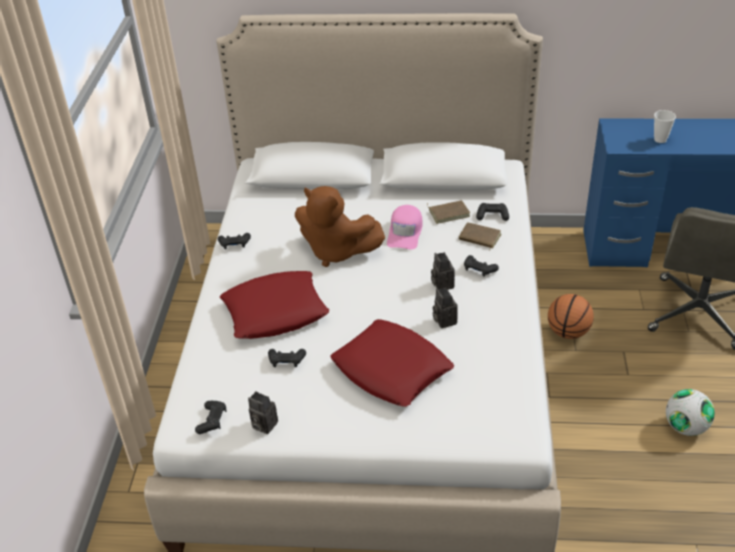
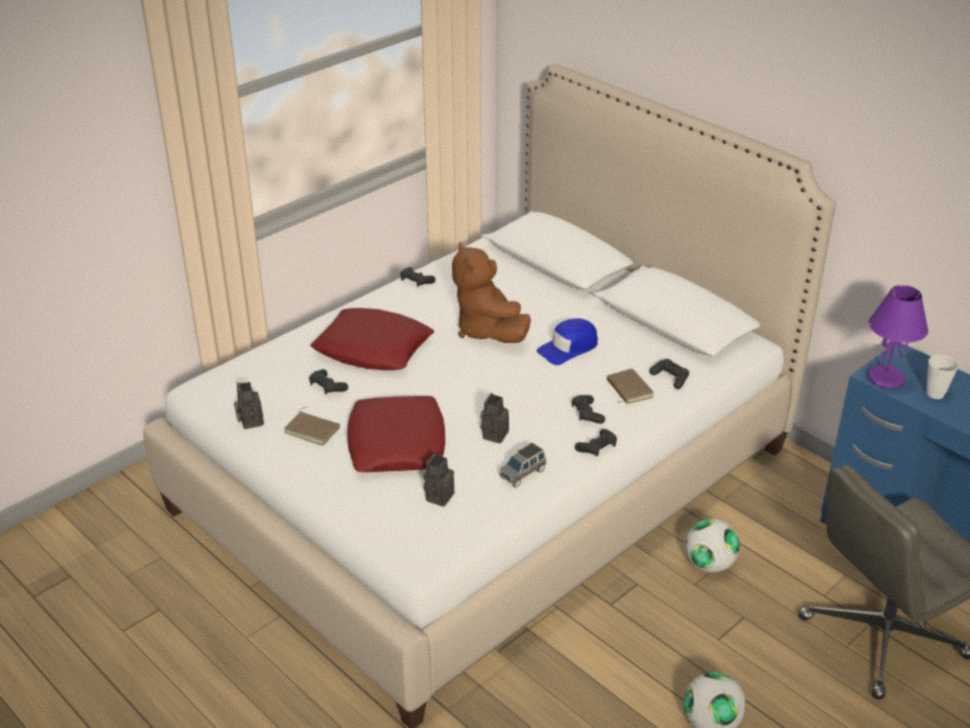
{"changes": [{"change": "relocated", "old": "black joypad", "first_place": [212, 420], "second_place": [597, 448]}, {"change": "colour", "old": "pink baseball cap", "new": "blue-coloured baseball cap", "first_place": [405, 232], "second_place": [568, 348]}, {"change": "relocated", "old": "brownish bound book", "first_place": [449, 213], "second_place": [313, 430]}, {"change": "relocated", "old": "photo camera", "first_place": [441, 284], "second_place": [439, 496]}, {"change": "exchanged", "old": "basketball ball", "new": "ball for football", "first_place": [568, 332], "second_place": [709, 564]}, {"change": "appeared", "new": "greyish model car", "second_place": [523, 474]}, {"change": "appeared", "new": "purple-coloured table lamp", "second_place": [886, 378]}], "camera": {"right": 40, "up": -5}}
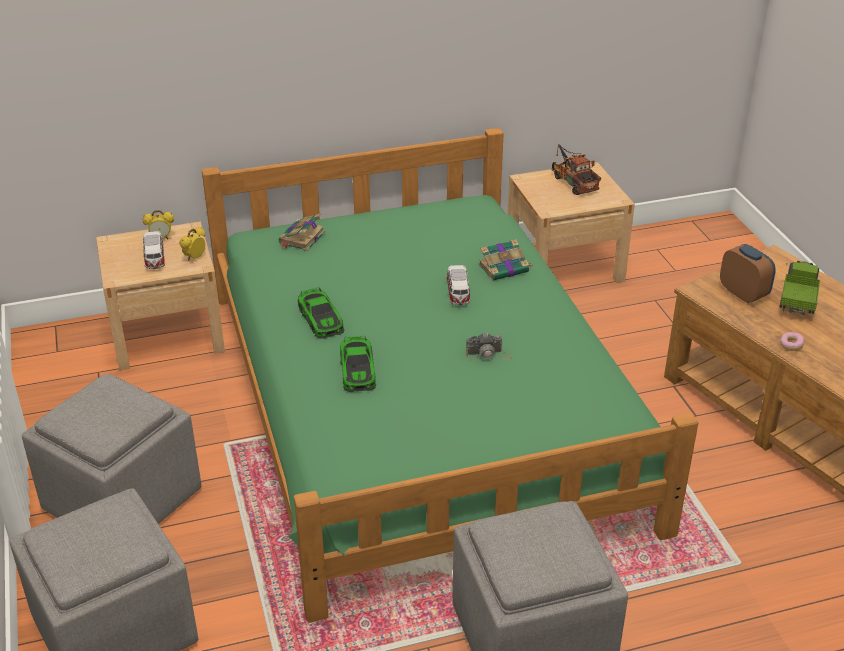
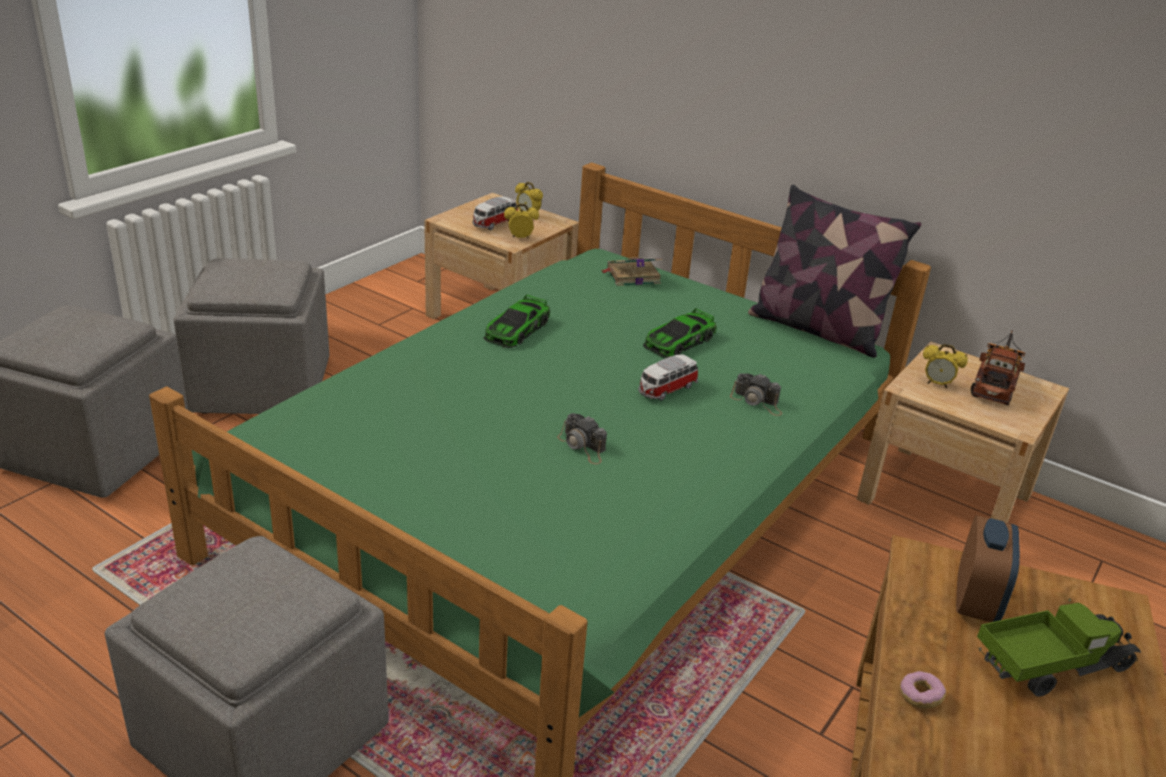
{"changes": [{"change": "relocated", "old": "model car", "first_place": [357, 370], "second_place": [679, 341]}, {"change": "exchanged", "old": "bound book", "new": "photo camera", "first_place": [504, 268], "second_place": [757, 402]}, {"change": "appeared", "new": "cushion", "second_place": [817, 329]}, {"change": "appeared", "new": "bedside clock", "second_place": [937, 384]}], "camera": {"right": 50, "up": -5}}
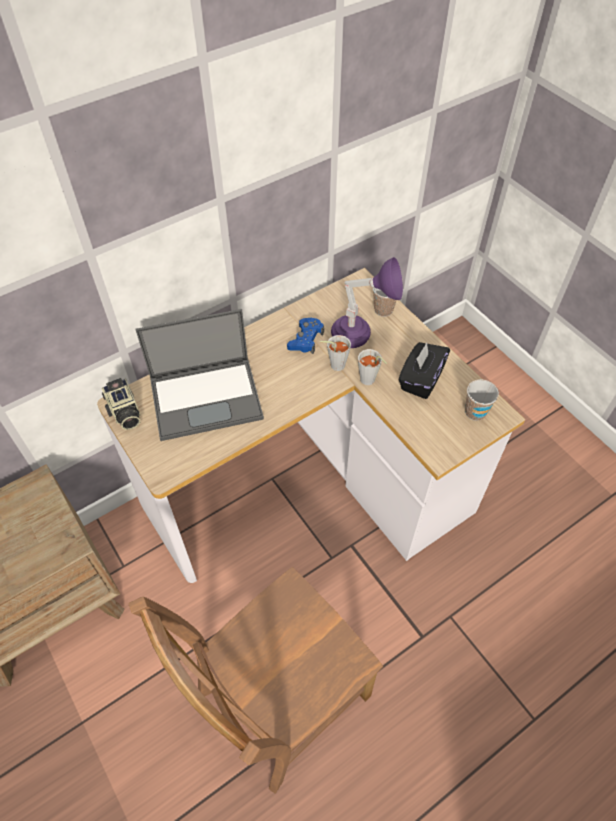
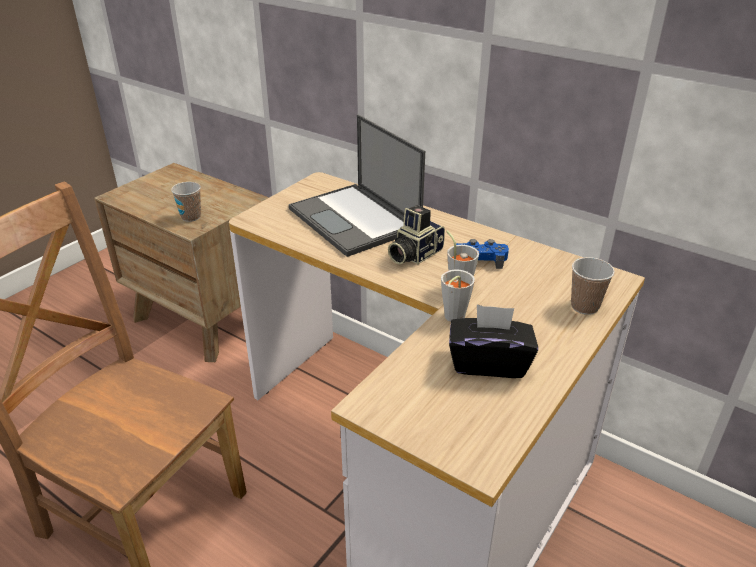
{"changes": [{"change": "relocated", "old": "photo camera", "first_place": [124, 413], "second_place": [413, 254]}, {"change": "missing", "old": "purple-coloured table lamp", "first_place": [361, 338]}, {"change": "relocated", "old": "drinking cup", "first_place": [475, 412], "second_place": [191, 217]}], "camera": {"right": 70, "up": -20}}
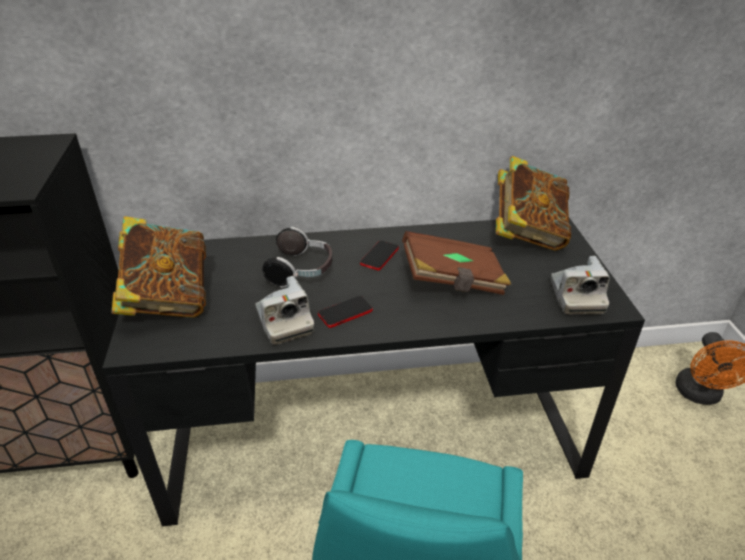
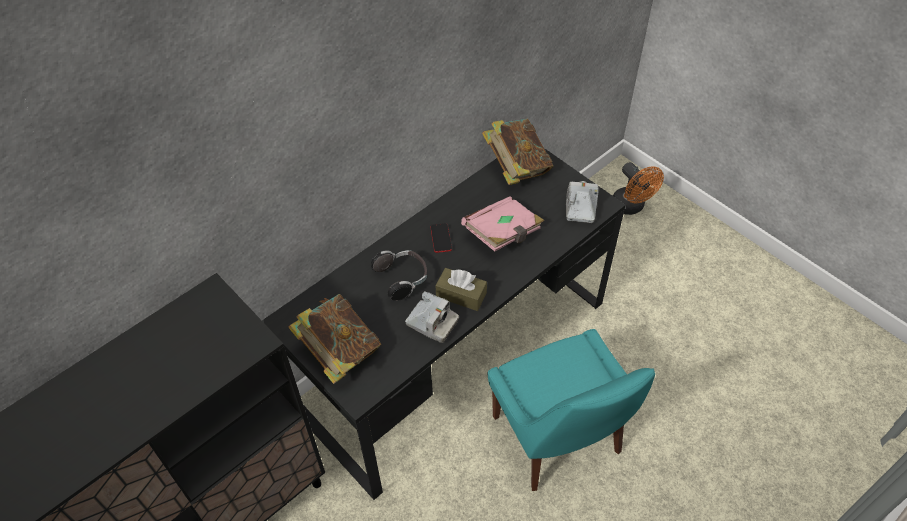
{"changes": [{"change": "exchanged", "old": "telephone", "new": "brownish tissue box", "first_place": [345, 312], "second_place": [461, 295]}, {"change": "colour", "old": "brownish bound book", "new": "pink bound book", "first_place": [453, 281], "second_place": [503, 233]}, {"change": "spun", "old": "photo camera", "first_place": [576, 297], "second_place": [580, 207], "degrees": -135}], "camera": {"right": -35, "up": 15}}
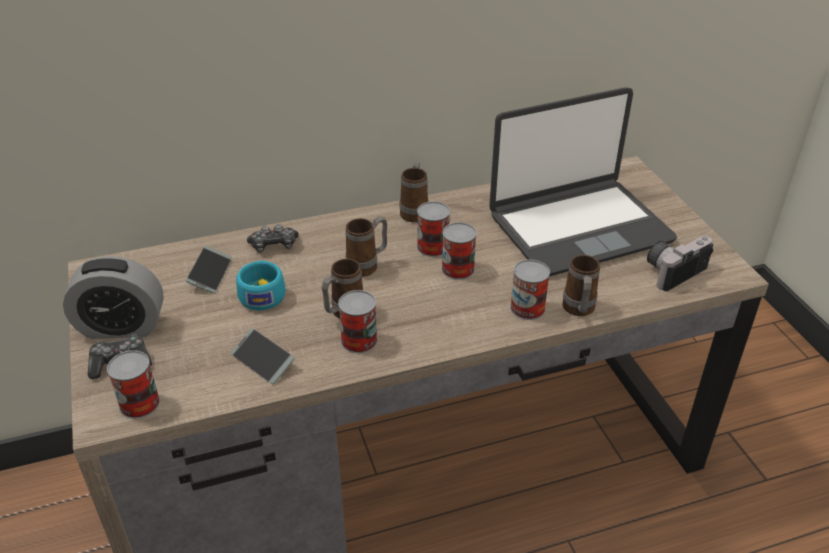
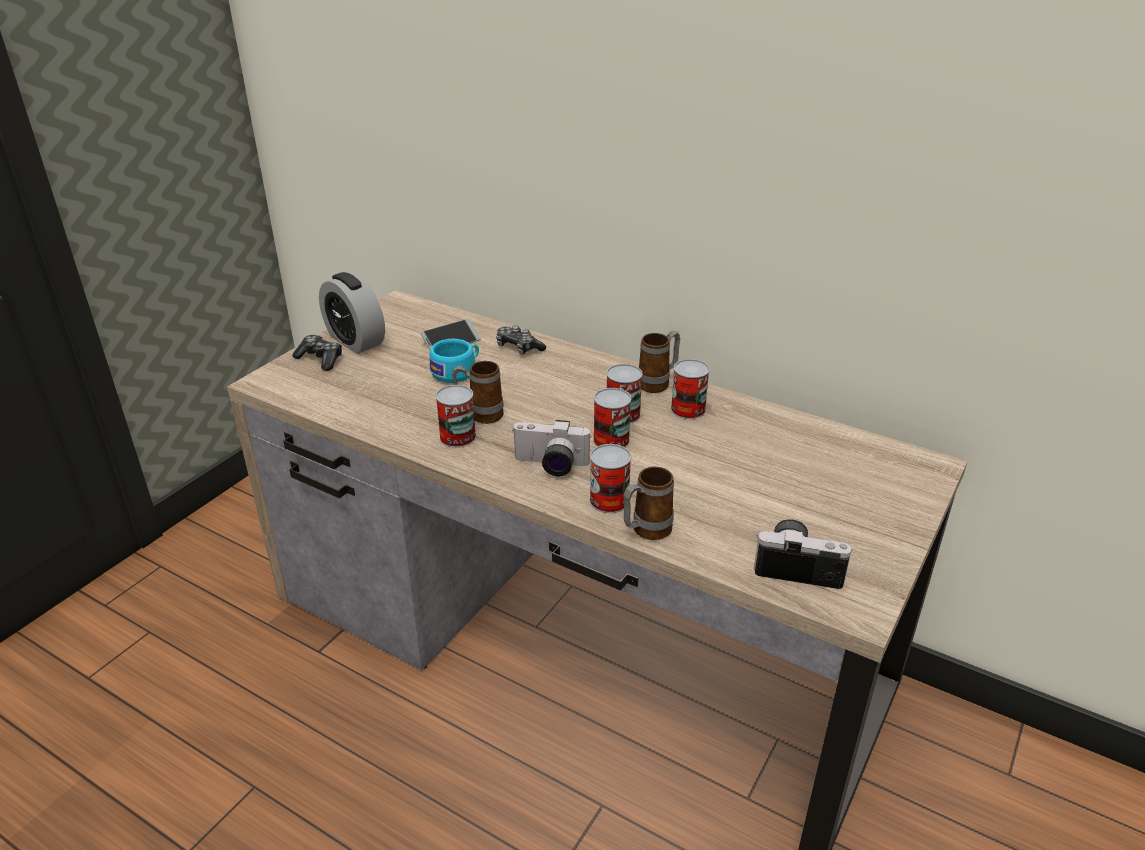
{"changes": [{"change": "relocated", "old": "sealed can", "first_place": [139, 403], "second_place": [688, 409]}, {"change": "missing", "old": "telephone", "first_place": [263, 361]}, {"change": "missing", "old": "tea mug", "first_place": [368, 265]}, {"change": "missing", "old": "notebook computer", "first_place": [578, 227]}, {"change": "appeared", "new": "photo camera", "second_place": [550, 466]}], "camera": {"right": 50, "up": -5}}
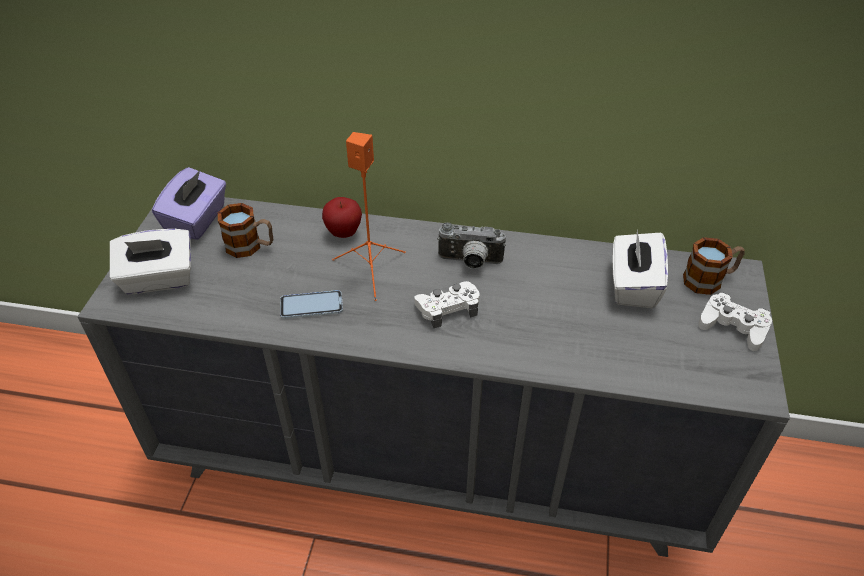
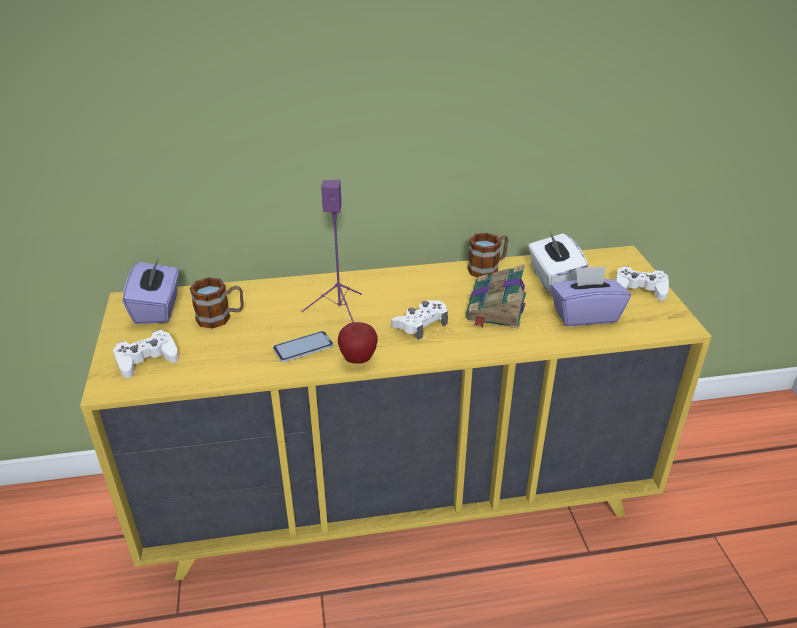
{"changes": [{"change": "colour", "old": "greyish drawer chest", "new": "yellow-coloured drawer chest", "first_place": [433, 457], "second_place": [399, 496]}, {"change": "exchanged", "old": "white tissue box", "new": "white joypad", "first_place": [159, 279], "second_place": [147, 359]}, {"change": "relocated", "old": "apple", "first_place": [344, 233], "second_place": [358, 359]}, {"change": "colour", "old": "orange loudspeaker", "new": "purple-coloured loudspeaker", "first_place": [371, 269], "second_place": [340, 311]}, {"change": "missing", "old": "photo camera", "first_place": [470, 262]}, {"change": "relocated", "old": "tea mug", "first_place": [709, 280], "second_place": [488, 268]}, {"change": "appeared", "new": "bound book", "second_place": [496, 308]}, {"change": "appeared", "new": "purple-coloured tissue box", "second_place": [585, 315]}], "camera": {"right": -20, "up": -10}}
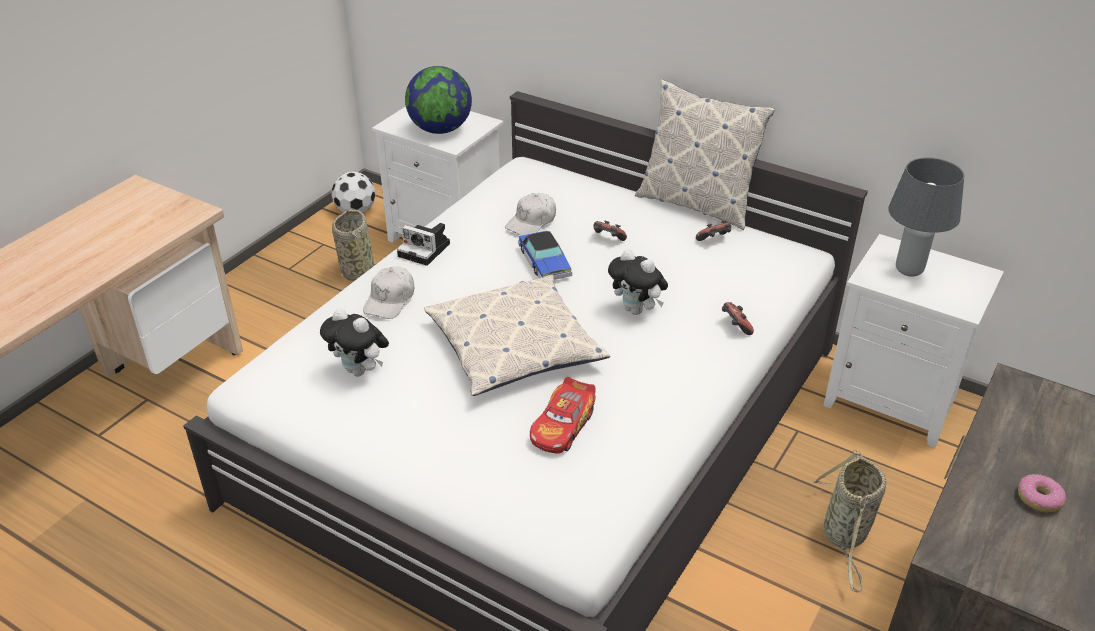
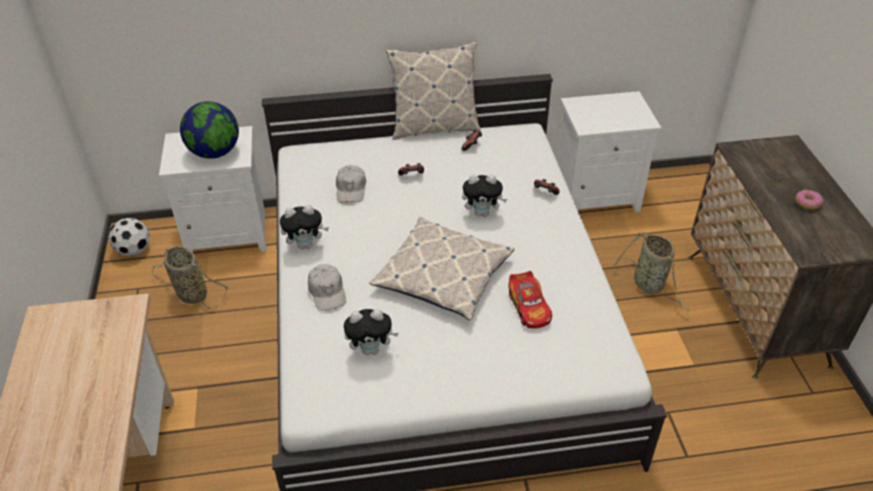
{"changes": [{"change": "exchanged", "old": "photo camera", "new": "soft toy", "first_place": [426, 250], "second_place": [306, 245]}, {"change": "missing", "old": "model car", "first_place": [544, 262]}, {"change": "missing", "old": "greyish table lamp", "first_place": [910, 270]}], "camera": {"right": -40, "up": 5}}
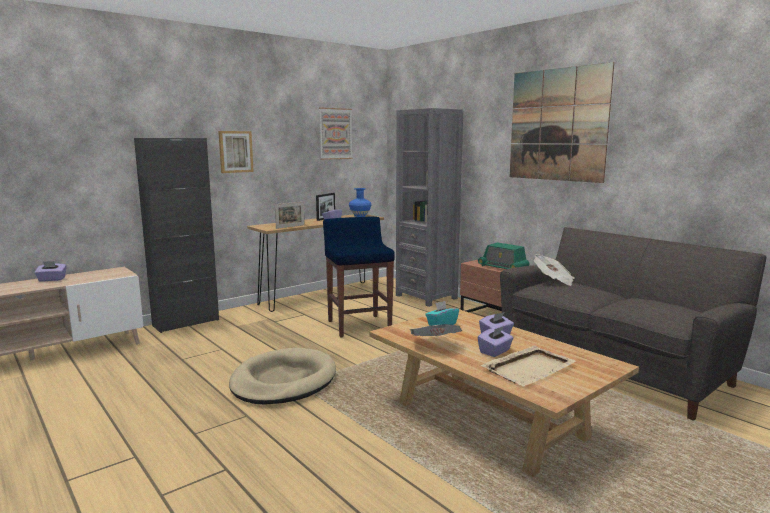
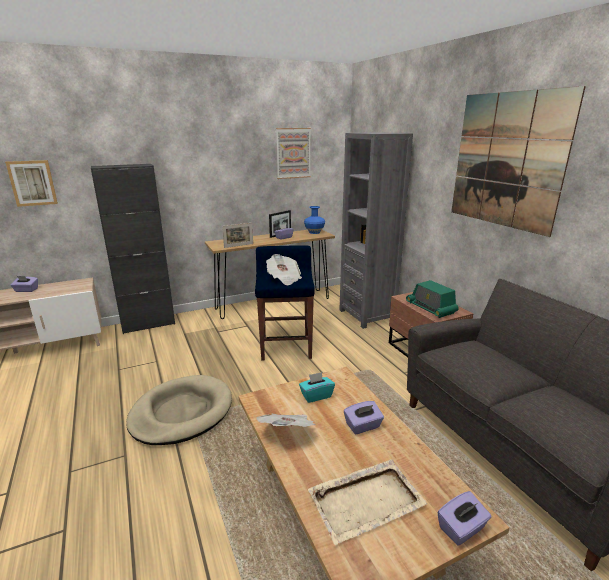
{"changes": [{"change": "relocated", "old": "wall picture", "first_place": [235, 151], "second_place": [32, 183]}, {"change": "relocated", "old": "purple-coloured tissue box", "first_place": [495, 351], "second_place": [461, 529]}, {"change": "relocated", "old": "newspaper", "first_place": [553, 281], "second_place": [284, 279]}], "camera": {"right": 15, "up": 10}}
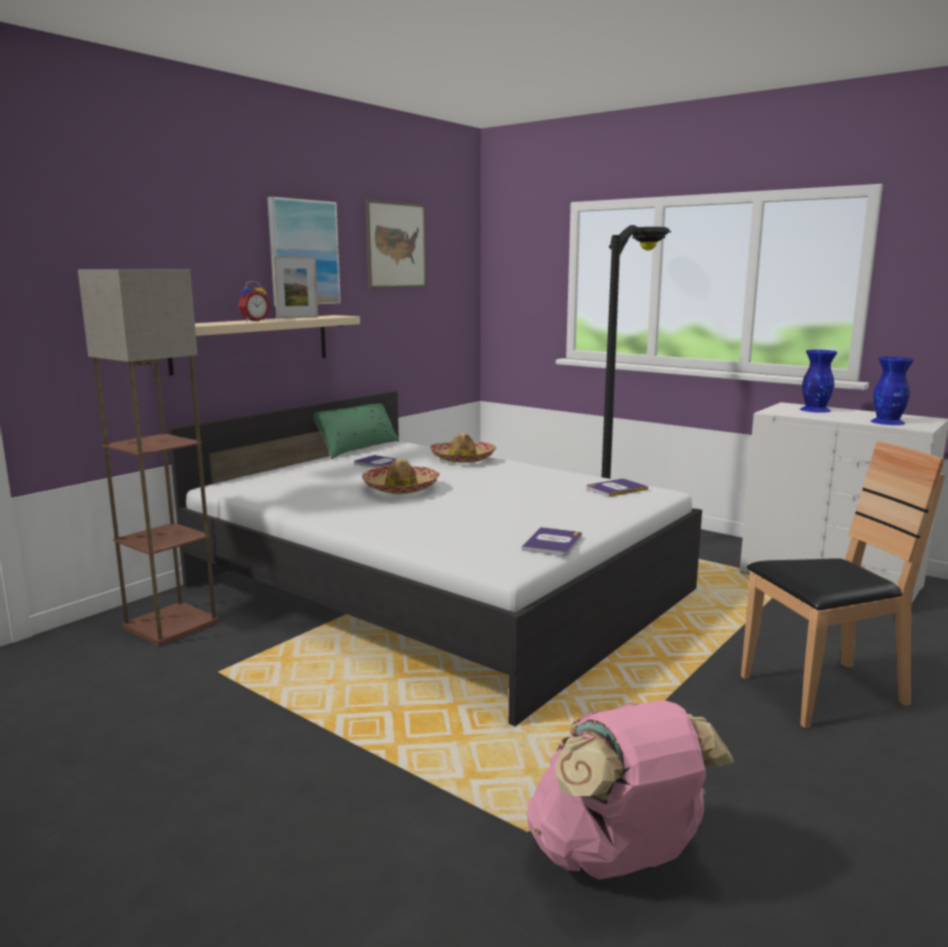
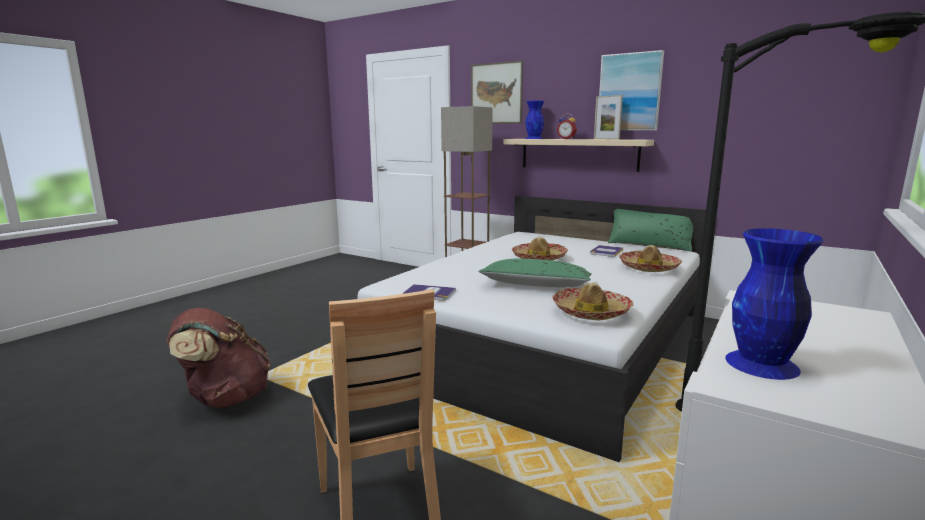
{"changes": [{"change": "relocated", "old": "wall picture", "first_place": [396, 245], "second_place": [496, 93]}, {"change": "colour", "old": "pink rucksack", "new": "brownish rucksack", "first_place": [618, 859], "second_place": [225, 398]}, {"change": "exchanged", "old": "bound book", "new": "wearable hat", "first_place": [616, 489], "second_place": [591, 312]}, {"change": "relocated", "old": "blue-coloured flower vase", "first_place": [815, 409], "second_place": [534, 138]}, {"change": "appeared", "new": "green cushion", "second_place": [535, 285]}], "camera": {"right": 85, "up": 0}}
